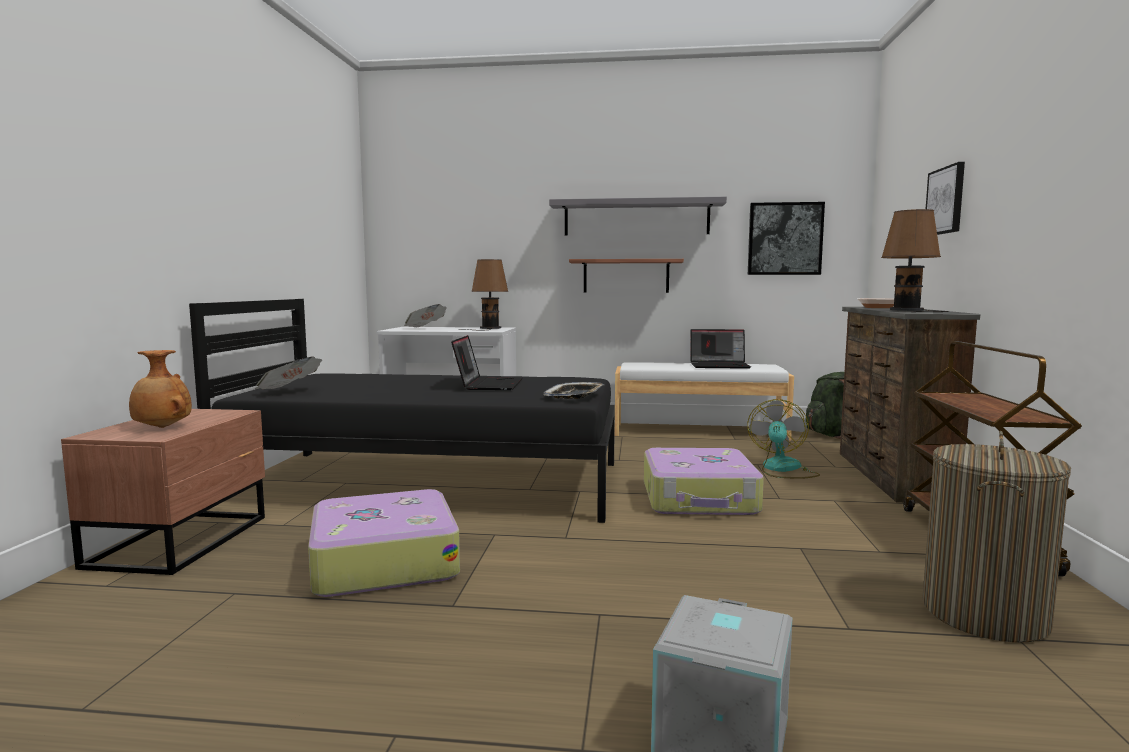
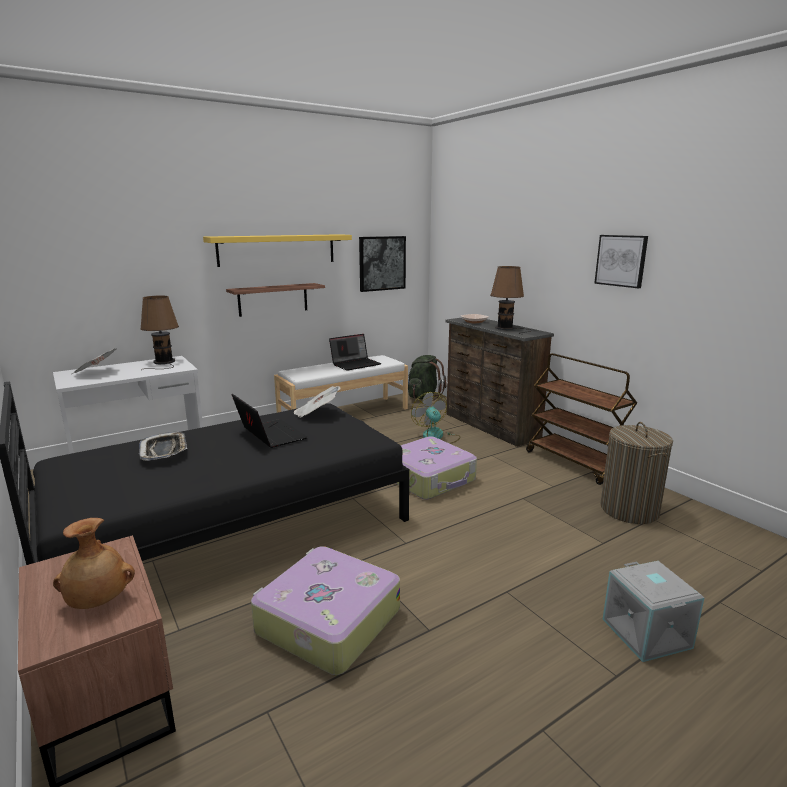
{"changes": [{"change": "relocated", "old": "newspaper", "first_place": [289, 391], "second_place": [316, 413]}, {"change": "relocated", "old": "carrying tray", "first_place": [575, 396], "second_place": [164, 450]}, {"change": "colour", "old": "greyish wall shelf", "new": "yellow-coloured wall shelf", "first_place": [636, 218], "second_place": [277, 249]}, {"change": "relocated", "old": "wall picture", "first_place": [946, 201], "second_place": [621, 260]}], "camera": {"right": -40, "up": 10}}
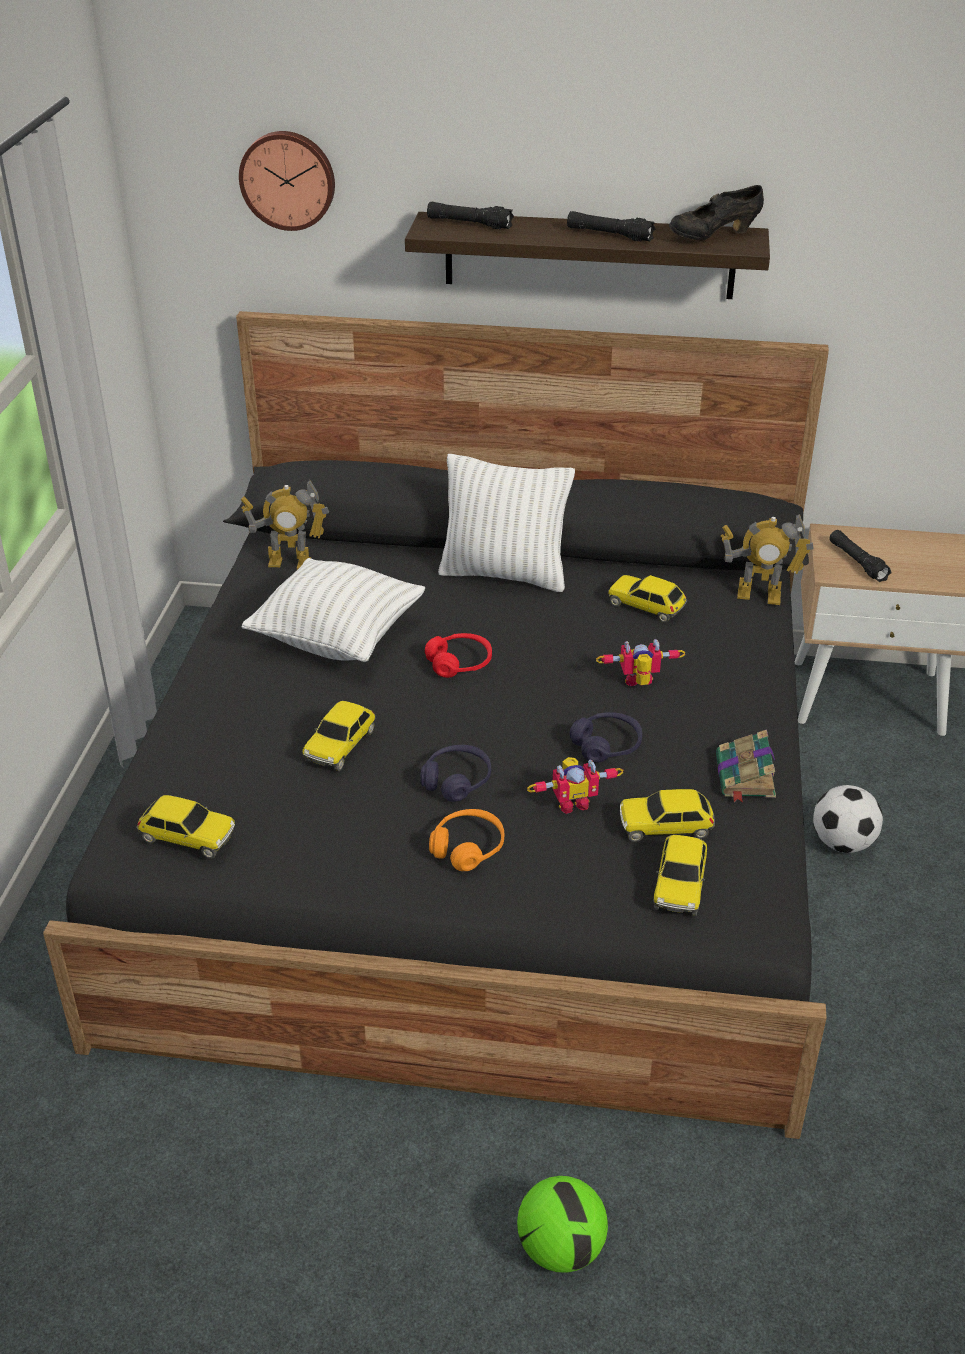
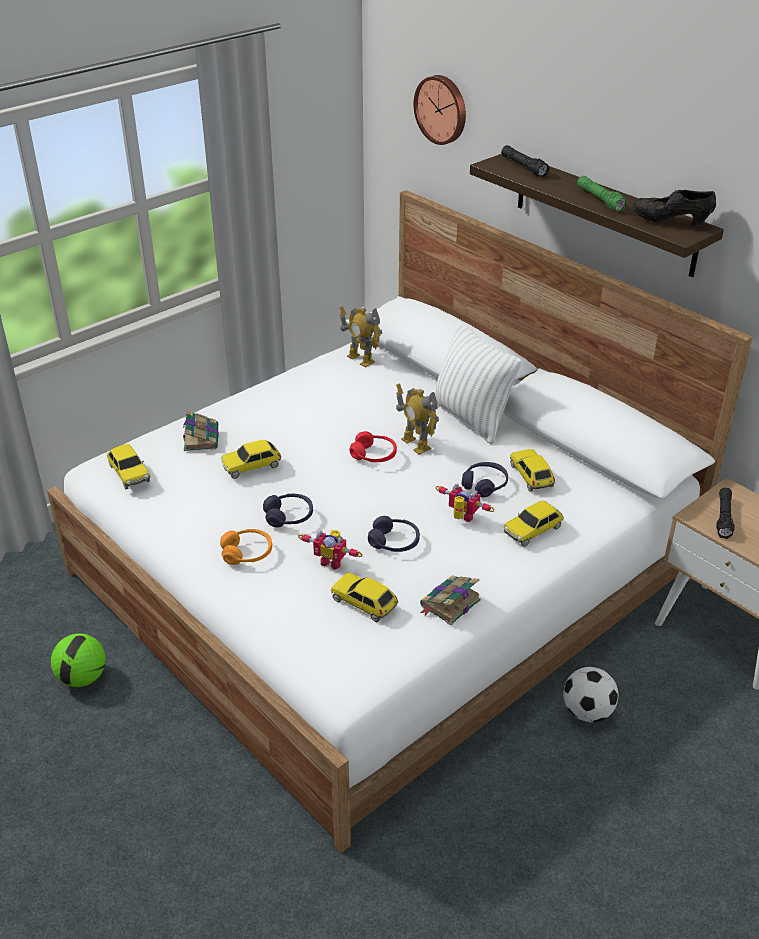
{"changes": [{"change": "colour", "old": "black sleeping bed", "new": "white sleeping bed", "first_place": [483, 823], "second_place": [381, 573]}, {"change": "missing", "old": "white cushion", "first_place": [337, 639]}, {"change": "relocated", "old": "ball for football", "first_place": [561, 1249], "second_place": [82, 678]}, {"change": "colour", "old": "black hand torch", "new": "green hand torch", "first_place": [609, 235], "second_place": [600, 200]}, {"change": "relocated", "old": "model car", "first_place": [679, 884], "second_place": [533, 530]}, {"change": "relocated", "old": "model robot", "first_place": [759, 596], "second_place": [415, 444]}, {"change": "appeared", "new": "bound book", "second_place": [201, 438]}, {"change": "appeared", "new": "purple-coloured headset", "second_place": [484, 485]}], "camera": {"right": 40, "up": 0}}
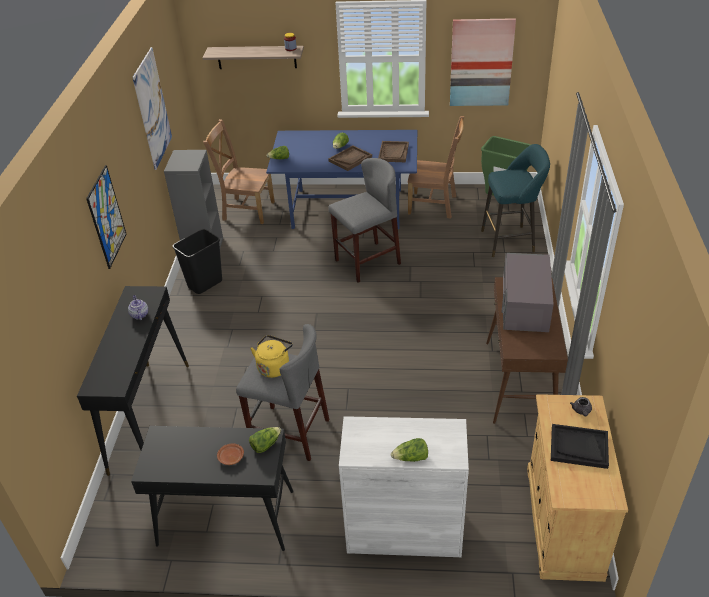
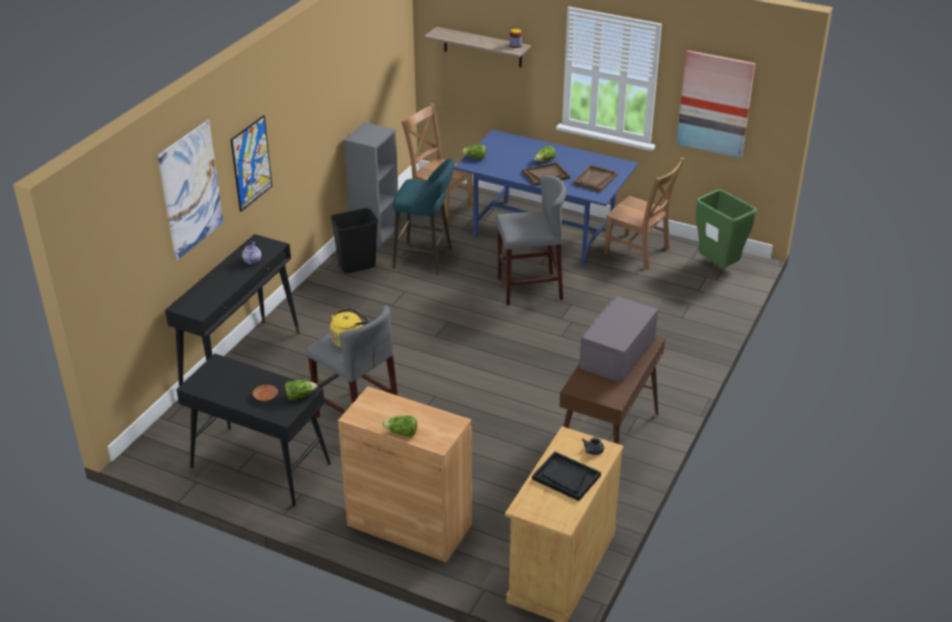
{"changes": [{"change": "relocated", "old": "wall picture", "first_place": [152, 109], "second_place": [191, 190]}, {"change": "colour", "old": "white cupboard", "new": "brownish cupboard", "first_place": [404, 530], "second_place": [409, 525]}, {"change": "relocated", "old": "turquoise-coloured stool seat", "first_place": [511, 241], "second_place": [426, 259]}], "camera": {"right": 20, "up": -5}}
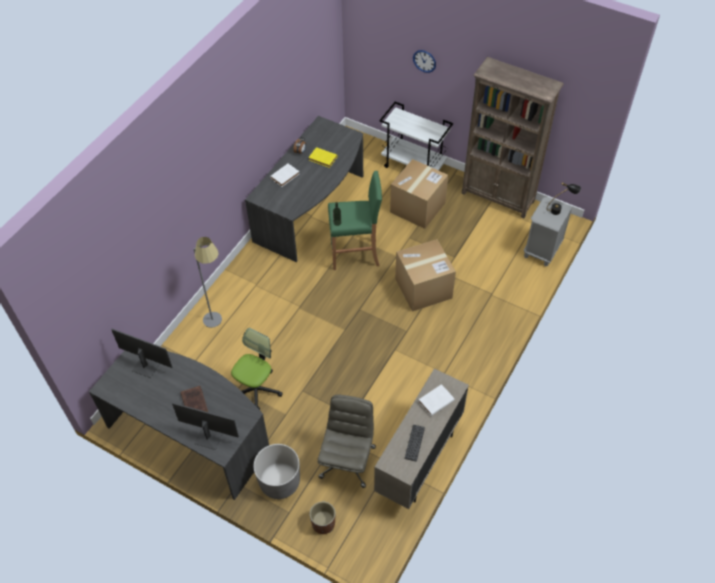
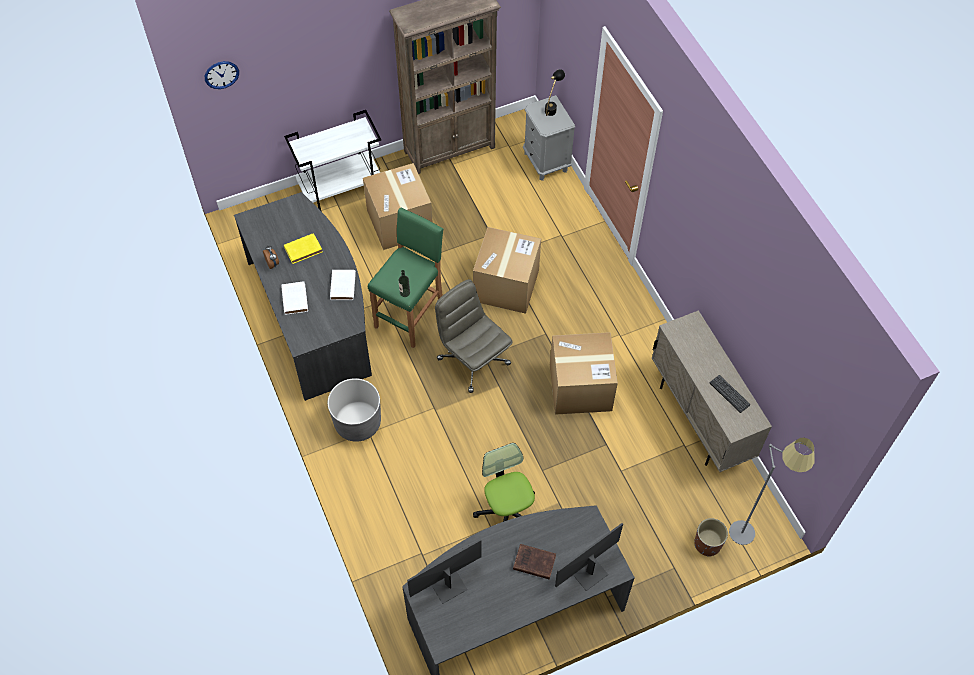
{"changes": [{"change": "relocated", "old": "greyish standing lamp", "first_place": [219, 323], "second_place": [752, 528]}, {"change": "relocated", "old": "greyish plant pot", "first_place": [279, 481], "second_place": [357, 423]}, {"change": "relocated", "old": "greyish computer chair", "first_place": [347, 461], "second_place": [473, 360]}, {"change": "relocated", "old": "hanging clock", "first_place": [424, 61], "second_place": [221, 74]}, {"change": "relocated", "old": "white bound book", "first_place": [435, 402], "second_place": [343, 287]}, {"change": "appeared", "new": "cardboard box", "second_place": [580, 387]}], "camera": {"right": -55, "up": 5}}
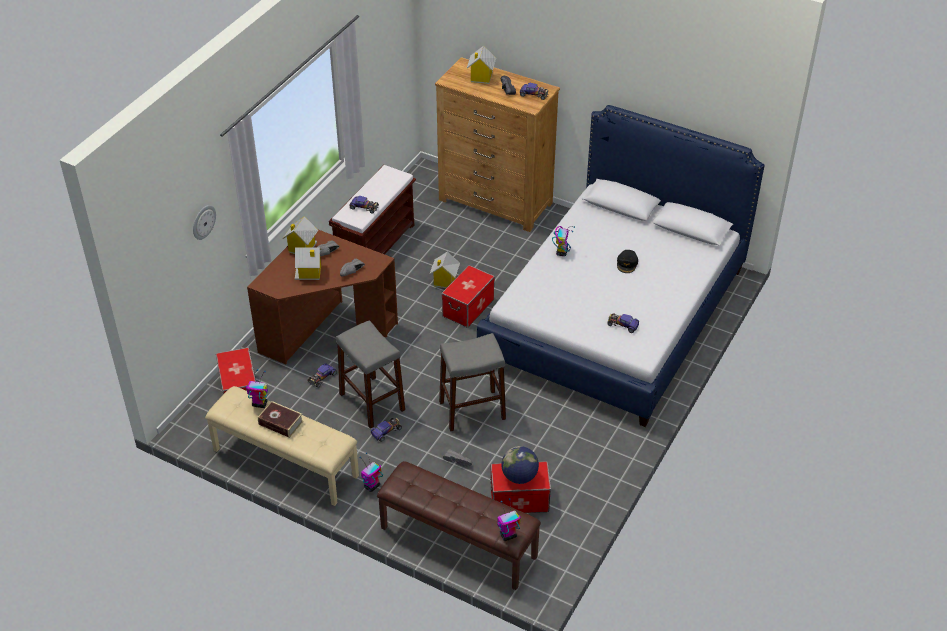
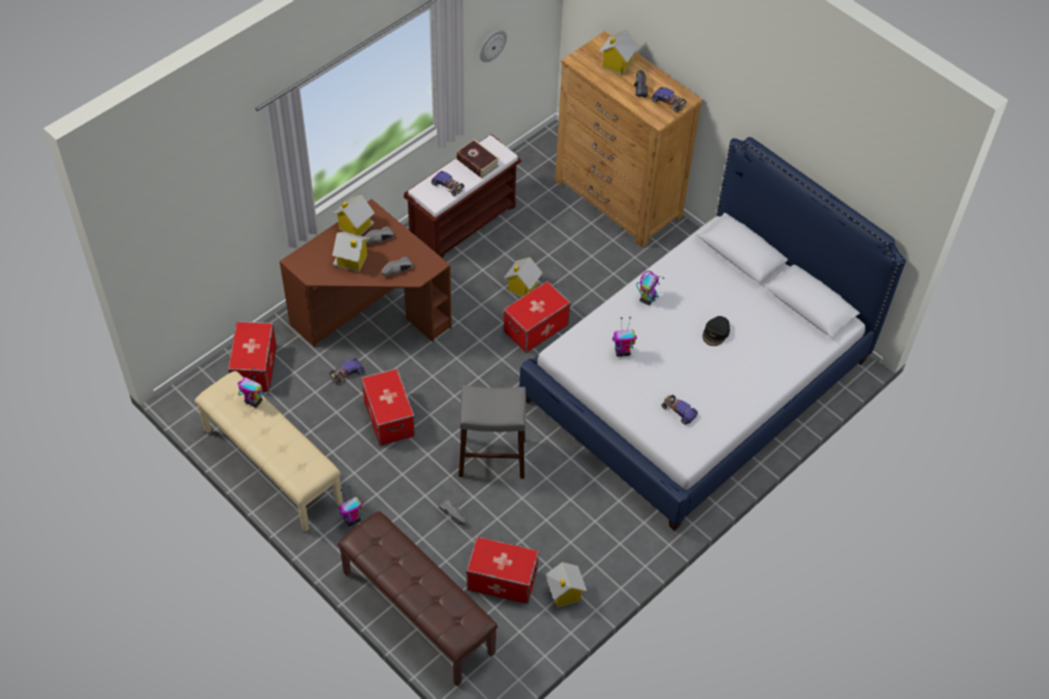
{"changes": [{"change": "relocated", "old": "hanging clock", "first_place": [203, 222], "second_place": [492, 45]}, {"change": "relocated", "old": "bound book", "first_place": [281, 423], "second_place": [477, 162]}, {"change": "exchanged", "old": "greyish stool seat", "new": "storage container", "first_place": [372, 402], "second_place": [388, 417]}, {"change": "missing", "old": "model car", "first_place": [386, 431]}, {"change": "relocated", "old": "model robot", "first_place": [507, 535], "second_place": [622, 352]}, {"change": "missing", "old": "desk globe", "first_place": [519, 477]}, {"change": "appeared", "new": "model house", "second_place": [564, 593]}], "camera": {"right": 15, "up": 10}}
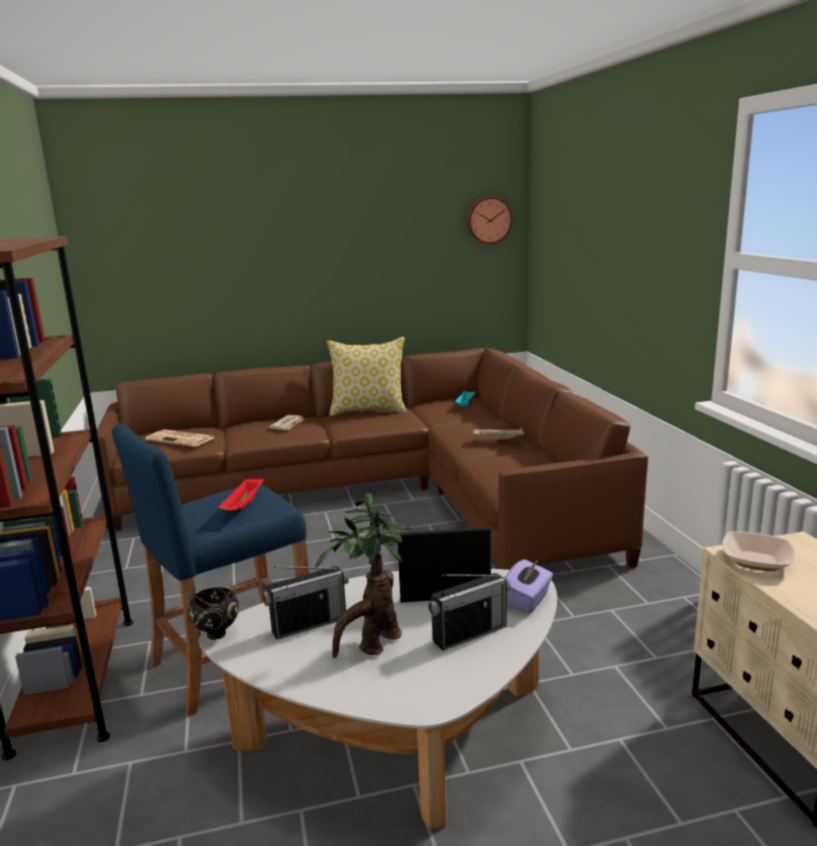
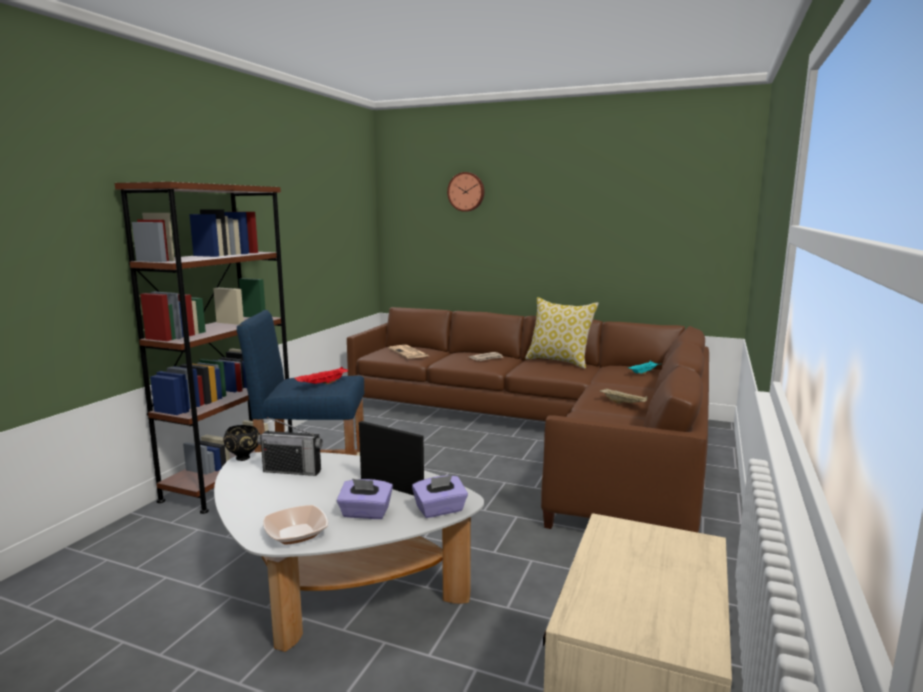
{"changes": [{"change": "missing", "old": "potted plant", "first_place": [373, 645]}, {"change": "exchanged", "old": "radio receiver", "new": "purple-coloured tissue box", "first_place": [469, 633], "second_place": [365, 513]}, {"change": "relocated", "old": "hanging clock", "first_place": [488, 220], "second_place": [466, 192]}, {"change": "relocated", "old": "bowl", "first_place": [756, 561], "second_place": [296, 534]}], "camera": {"right": 35, "up": -5}}
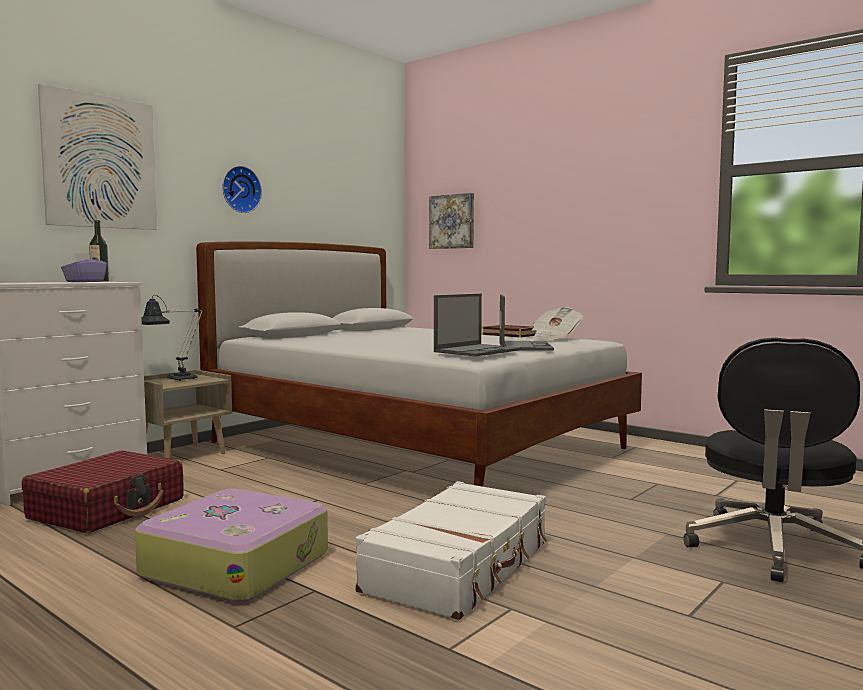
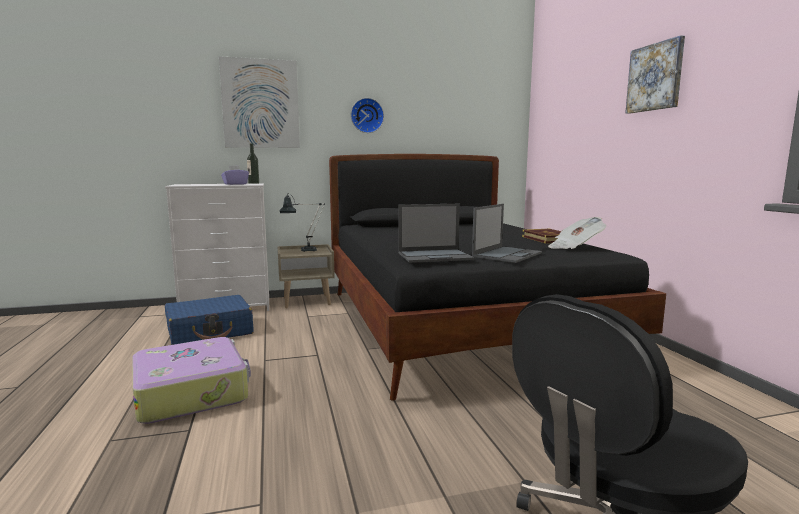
{"changes": [{"change": "colour", "old": "red piece of luggage", "new": "blue-coloured piece of luggage", "first_place": [108, 509], "second_place": [210, 331]}, {"change": "colour", "old": "white sleeping bed", "new": "black sleeping bed", "first_place": [416, 446], "second_place": [457, 324]}, {"change": "missing", "old": "white piece of luggage", "first_place": [460, 566]}, {"change": "relocated", "old": "wall picture", "first_place": [452, 221], "second_place": [655, 77]}], "camera": {"right": 35, "up": 5}}
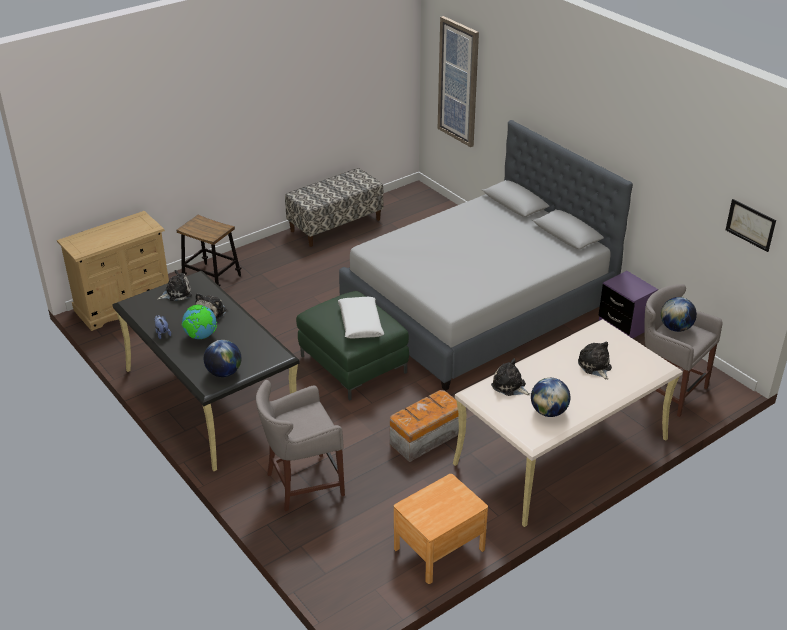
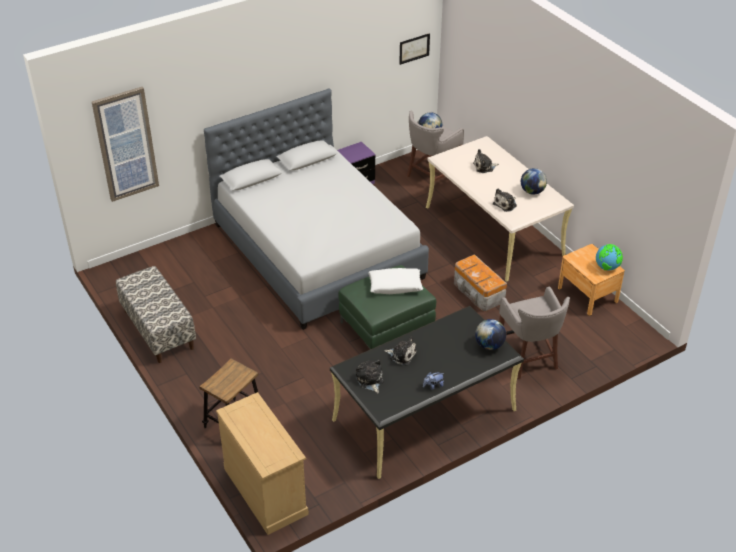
{"changes": [{"change": "relocated", "old": "desk globe", "first_place": [201, 336], "second_place": [607, 267]}], "camera": {"right": -85, "up": 5}}
